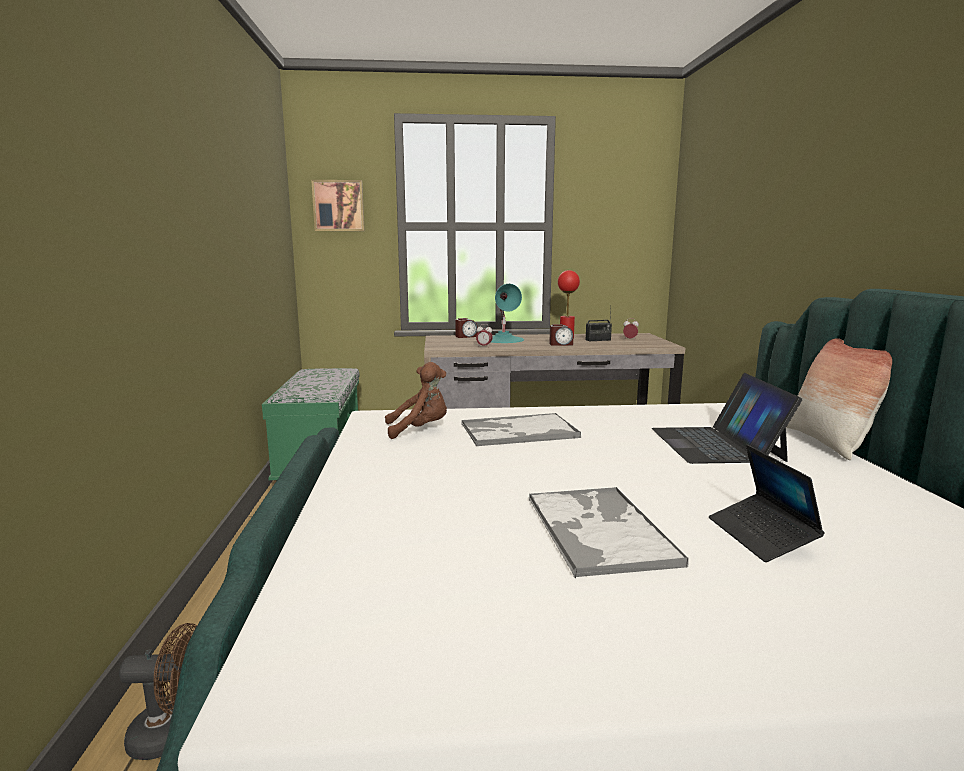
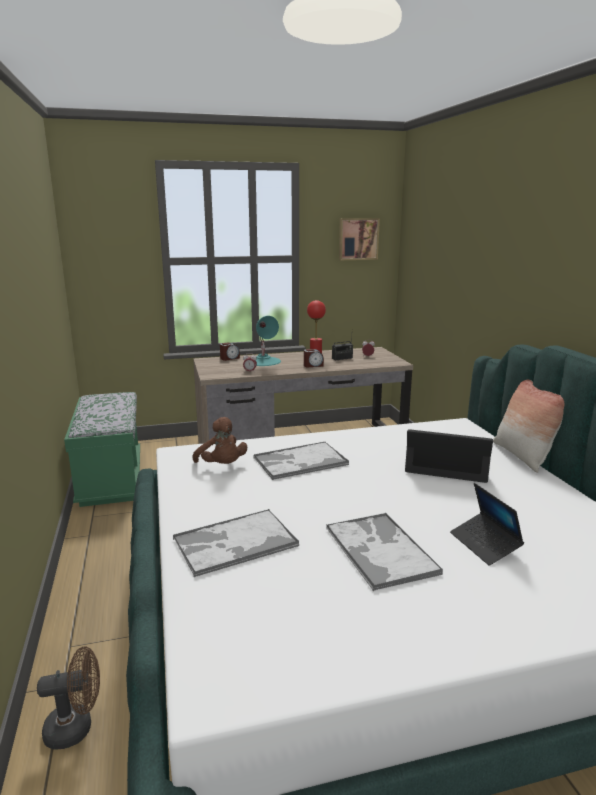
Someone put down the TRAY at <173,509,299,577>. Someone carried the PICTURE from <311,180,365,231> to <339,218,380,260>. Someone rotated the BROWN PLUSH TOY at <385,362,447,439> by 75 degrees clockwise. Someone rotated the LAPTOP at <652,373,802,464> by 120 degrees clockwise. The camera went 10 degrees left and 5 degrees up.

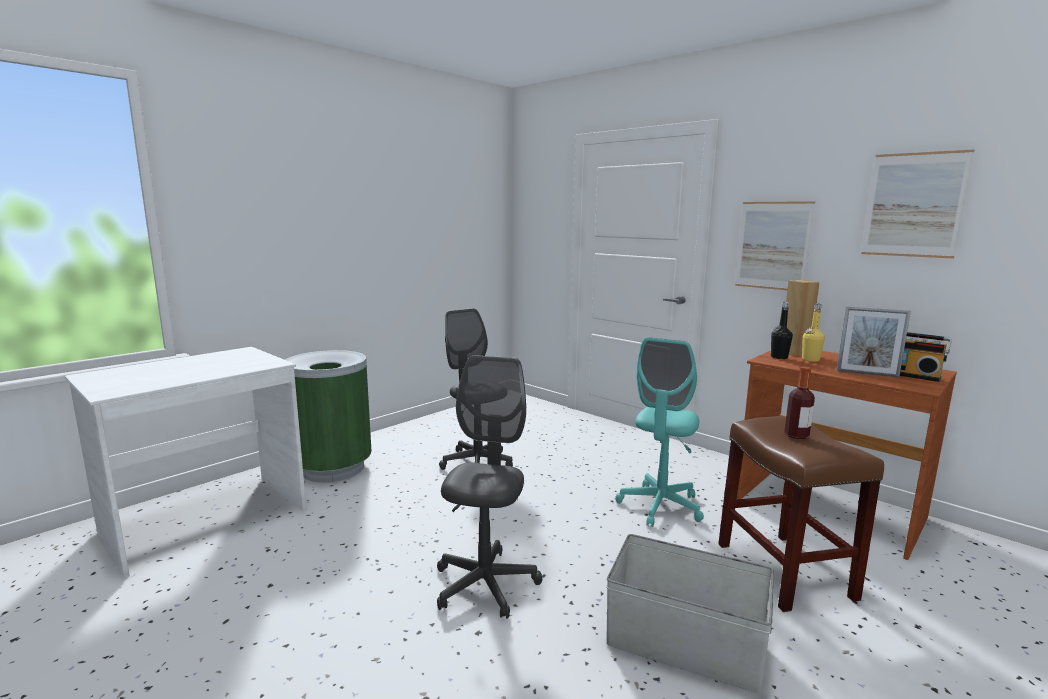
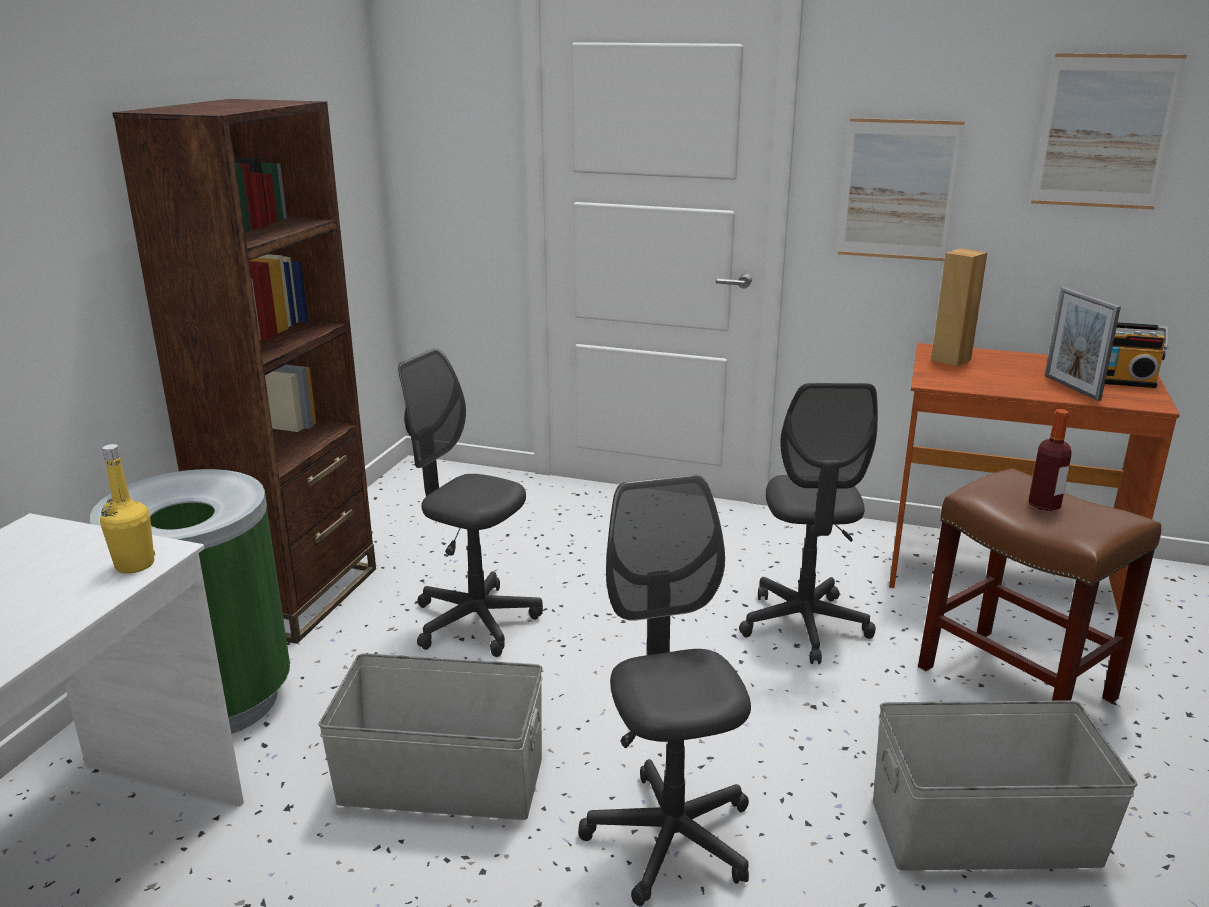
Someone took away the BLACK BOTTLE at <771,302,793,359>. Someone put down the BROWN BOOKCASE at <112,99,376,644>. Someone put down the GREY STORAGE BOX at <318,653,542,820>. Someone carried the YELLOW BOTTLE from <802,304,825,362> to <100,444,155,573>. Someone repainted the TURQUOISE OFFICE CHAIR at <616,337,704,527>, which became the GREY OFFICE CHAIR at <739,383,878,664>. Someone rotated the PICTURE FRAME at <837,307,911,378> by 75 degrees clockwise. The camera went 25 degrees left and 10 degrees up.

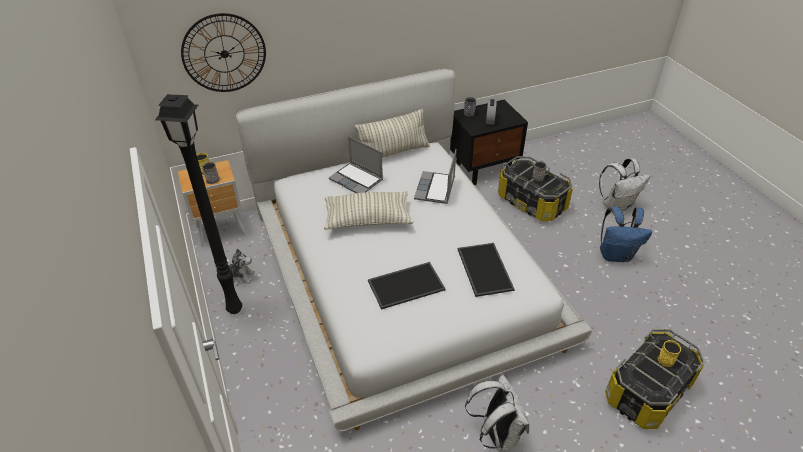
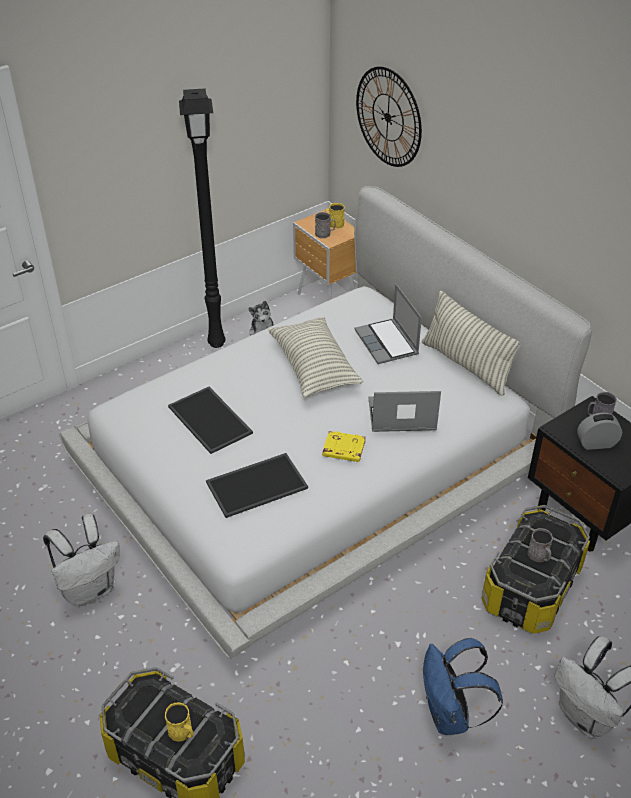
Someone put down the YELLOW BOOK at <322,431,366,462>. Someone rotated the LAPTOP at <329,136,383,193> by 45 degrees counterclockwise. The camera went 75 degrees right and 0 degrees up.

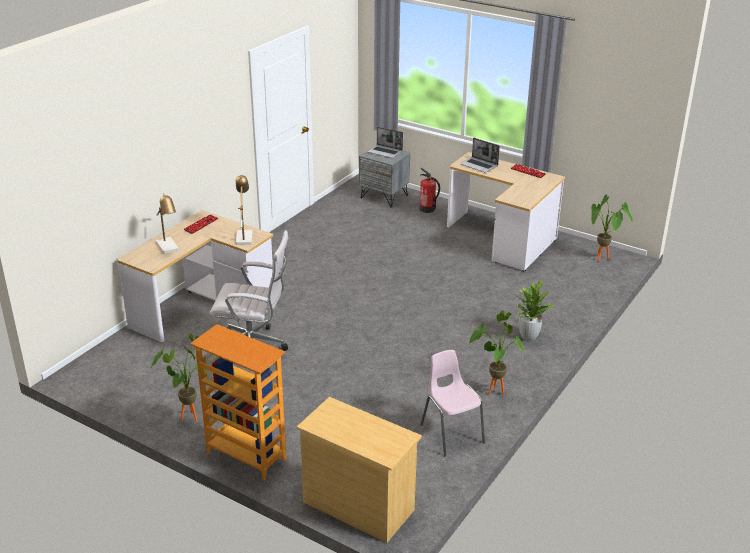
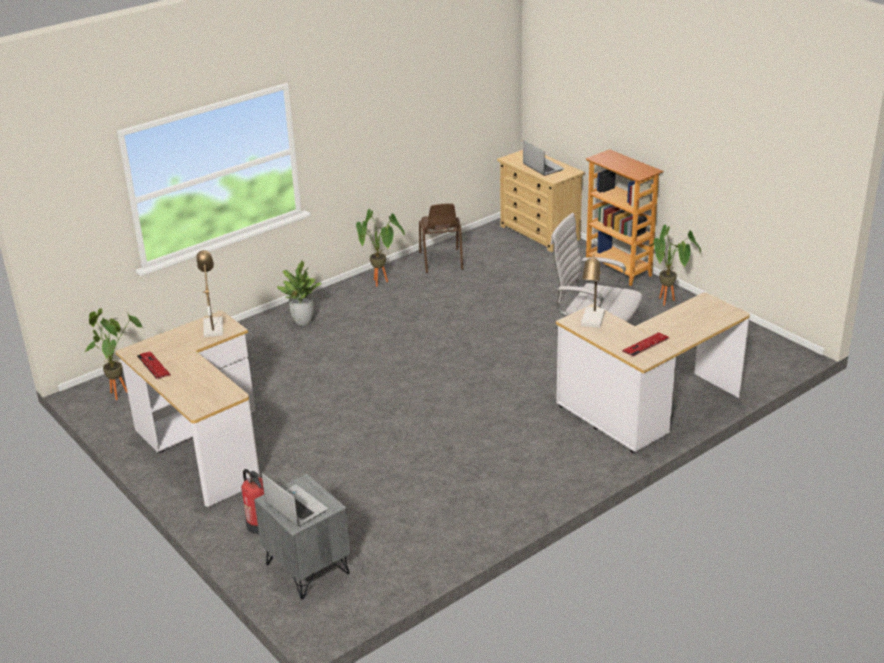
Someone carried the TABLE LAMP from <156,193,179,254> to <196,250,223,338>. Someone carried the LAPTOP from <460,138,500,173> to <523,141,564,176>. Someone repainted the PINK CHAIR at <420,350,485,456>, which became the BROWN CHAIR at <419,203,463,273>. The camera went 160 degrees left and 0 degrees up.

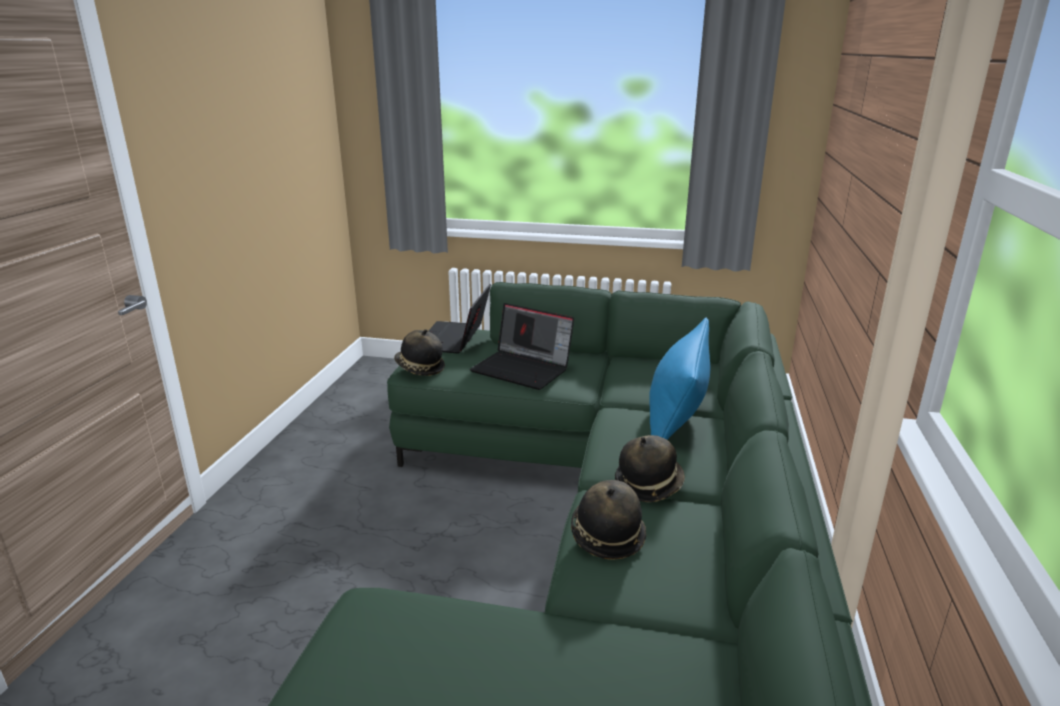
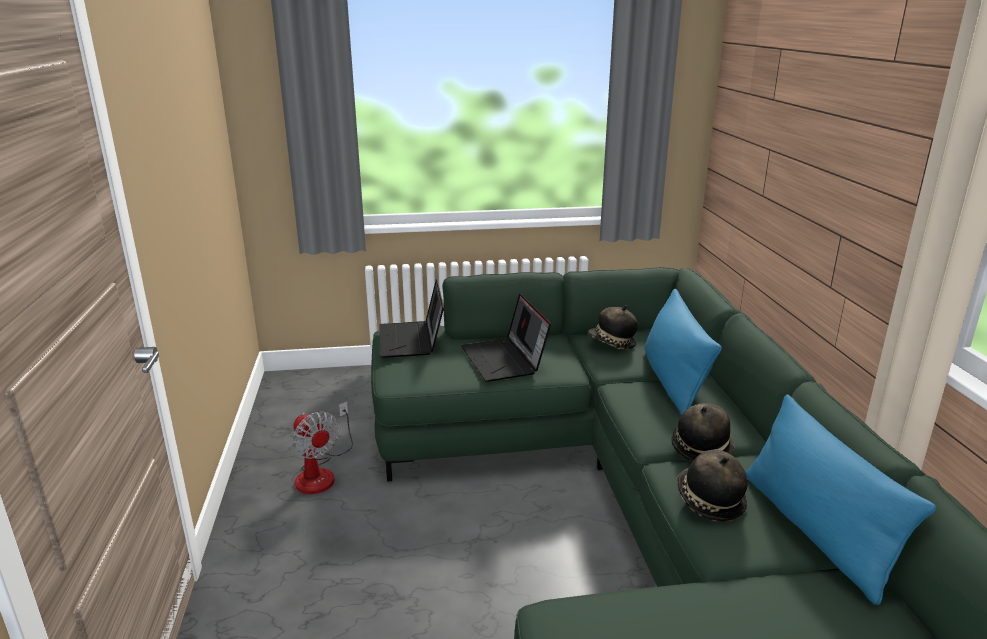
Someone put down the FAN at <292,402,353,494>. Someone put down the BLUE PILLOW at <746,394,936,605>. Someone carried the HAT from <394,329,445,376> to <588,305,638,349>. Someone rotated the LAPTOP at <470,303,574,390> by 60 degrees clockwise. The camera went 20 degrees left and 0 degrees up.

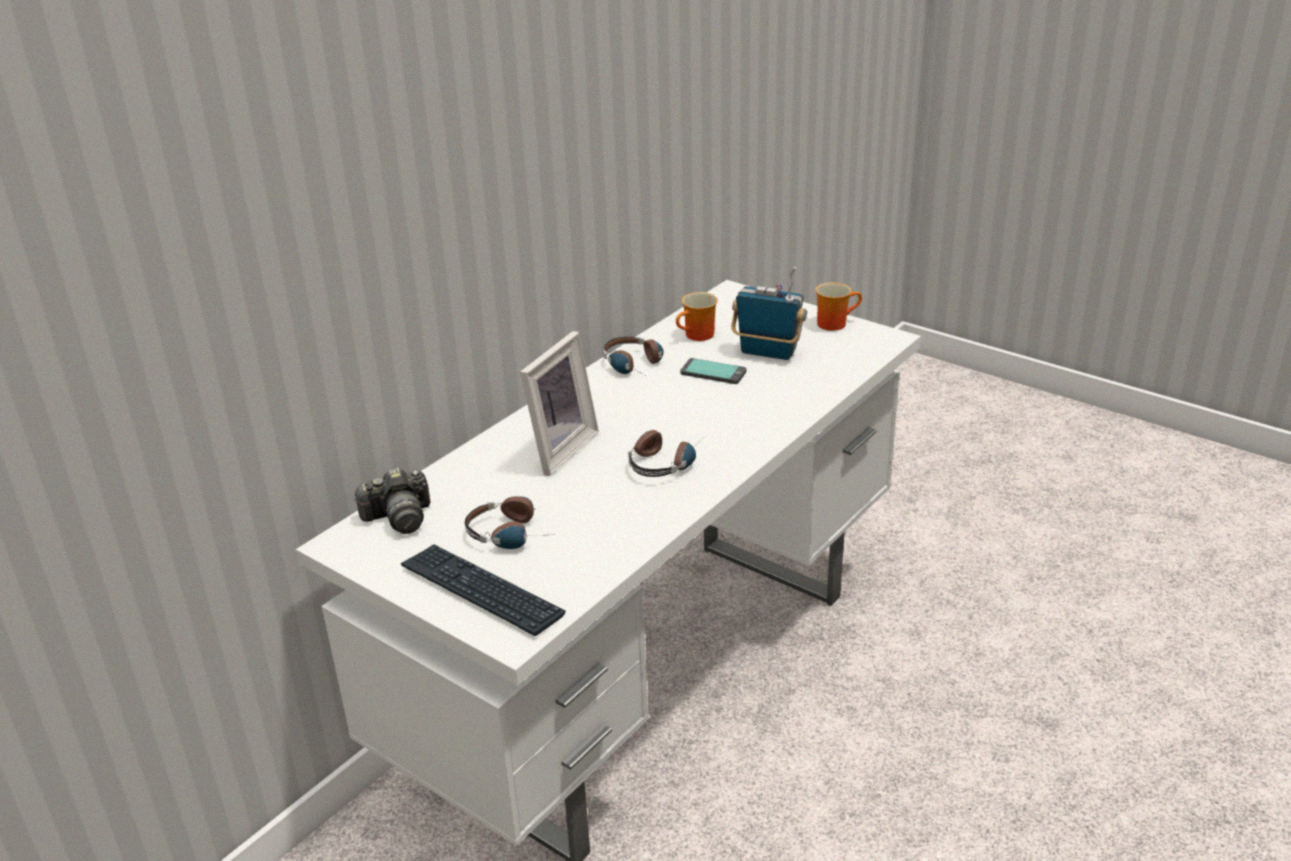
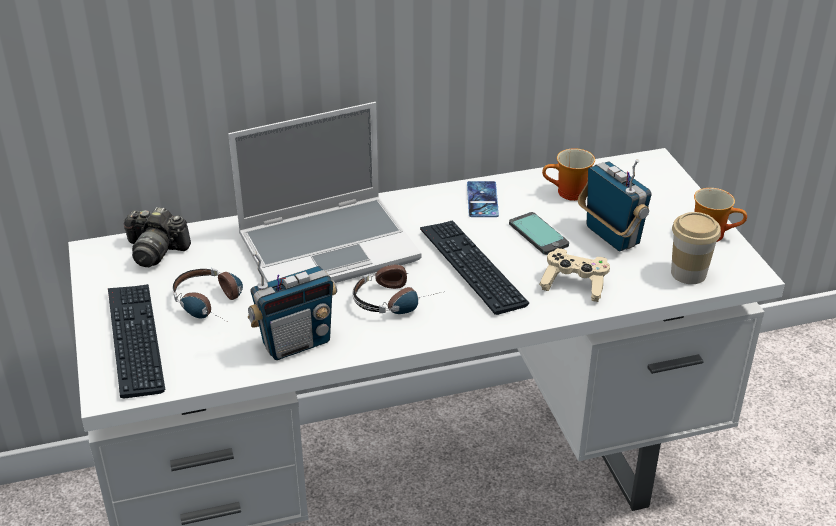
Someone put down the RADIO at <248,252,337,360>. Someone put down the KEYBOARD at <420,220,529,315>. Someone put down the BEIGE GAME CONTROLLER at <539,248,610,302>. Someone put down the CUP at <671,212,721,284>. Someone swapped the PICTURE FRAME at <520,331,599,476> for the LAPTOP at <228,102,421,283>. Someone swapped the HEADPHONES at <604,337,664,377> for the PHONE at <467,181,499,217>. The camera went 35 degrees right and 5 degrees up.

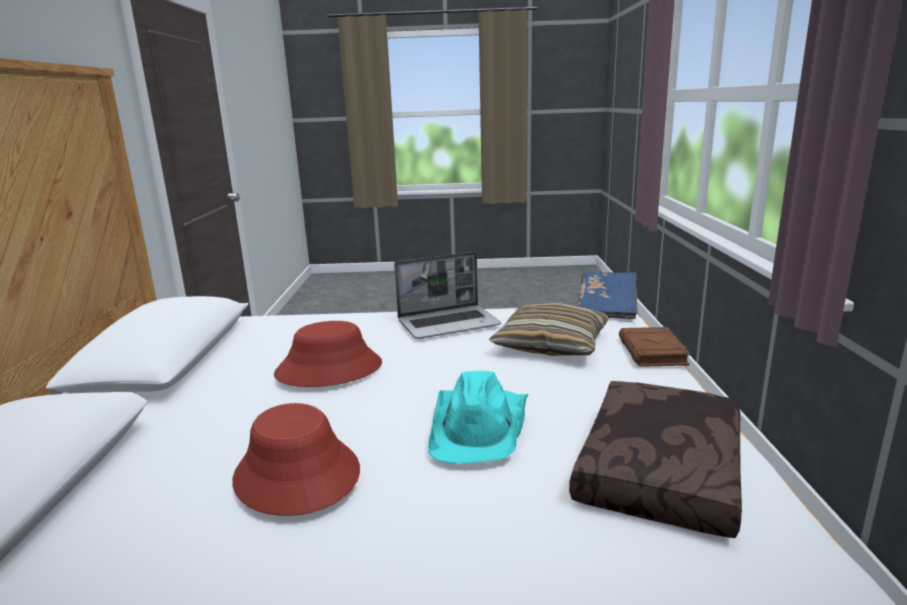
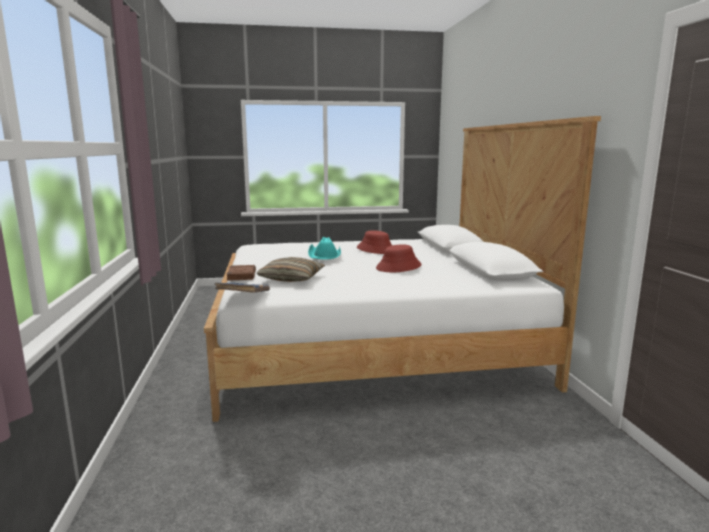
Someone took away the LAPTOP at <394,252,501,339>. Someone took away the BROWN PILLOW at <569,381,742,538>. The camera went 170 degrees right and 5 degrees down.

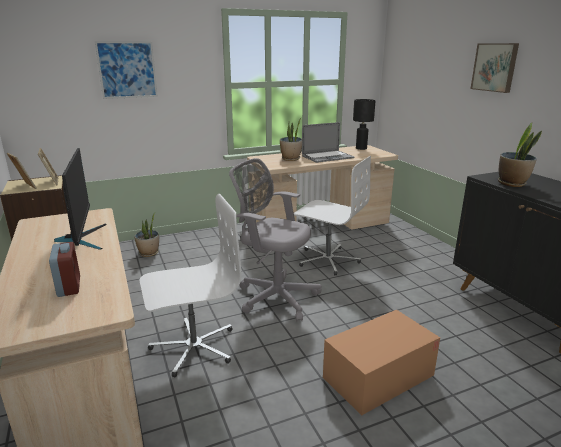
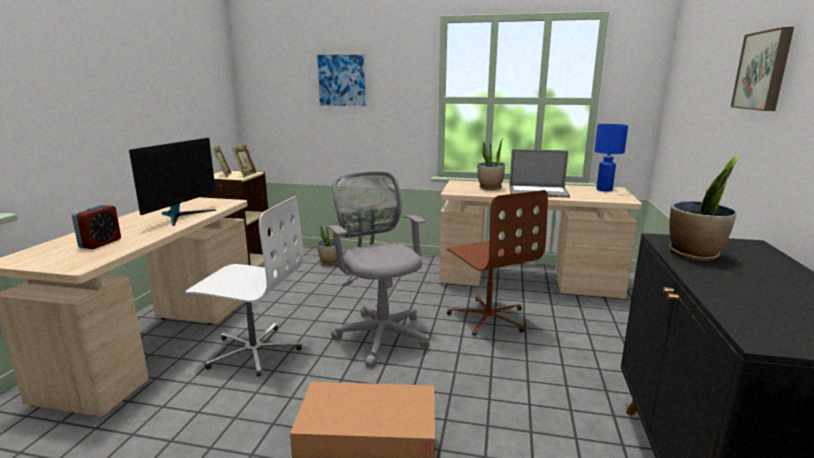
Someone repainted the WHITE OFFICE CHAIR at <294,156,371,275>, which became the BROWN OFFICE CHAIR at <446,190,548,336>. Someone repainted the BLACK TABLE LAMP at <353,99,376,150>, which became the BLUE TABLE LAMP at <594,124,628,192>. The camera went 35 degrees right and 5 degrees down.

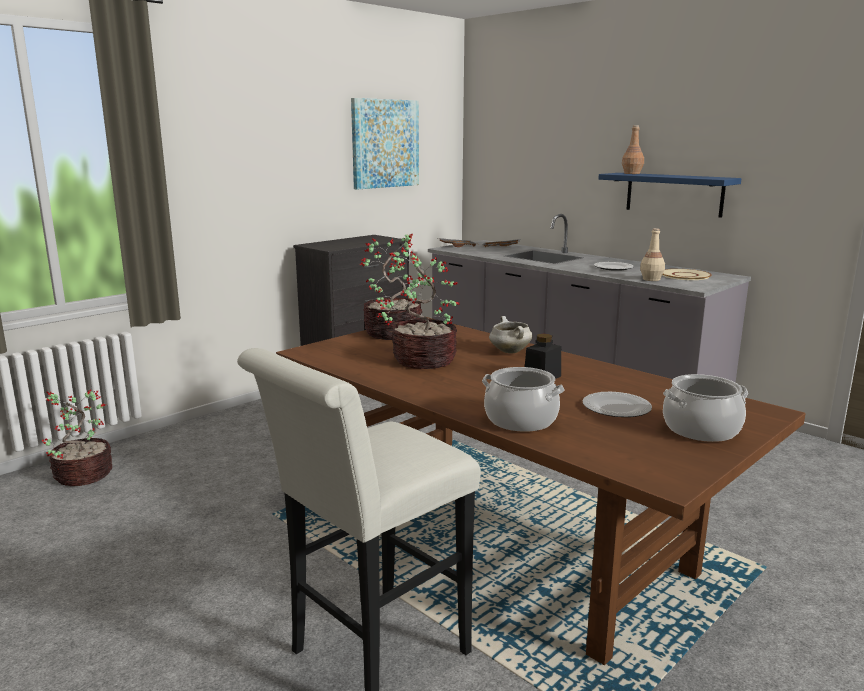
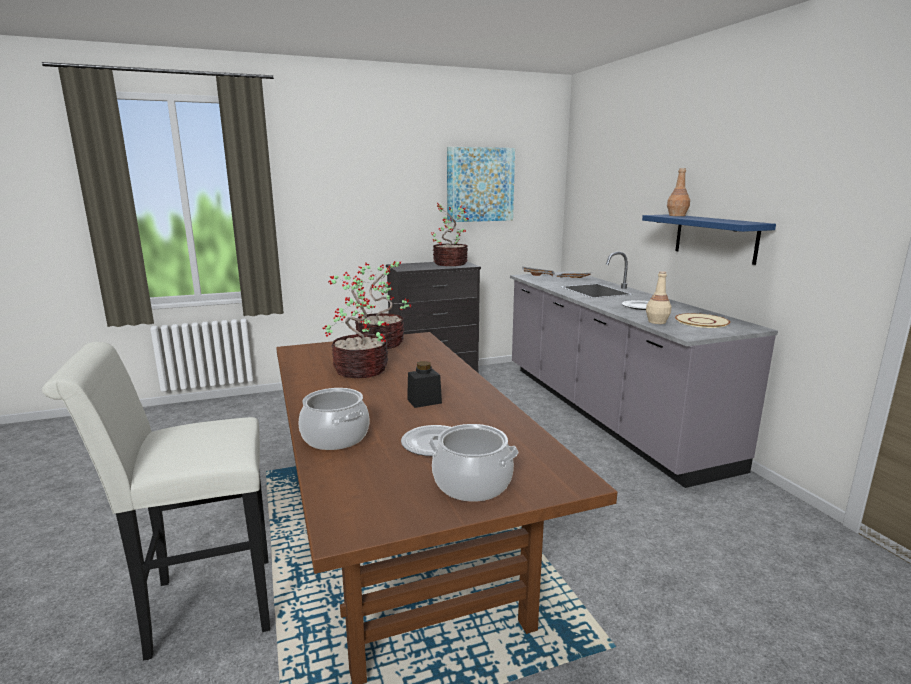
Someone took away the WHITE COOKING POT at <489,316,532,354>. Someone carried the POTTED PLANT from <42,390,112,486> to <431,203,469,266>. The camera went 25 degrees right and 0 degrees up.

